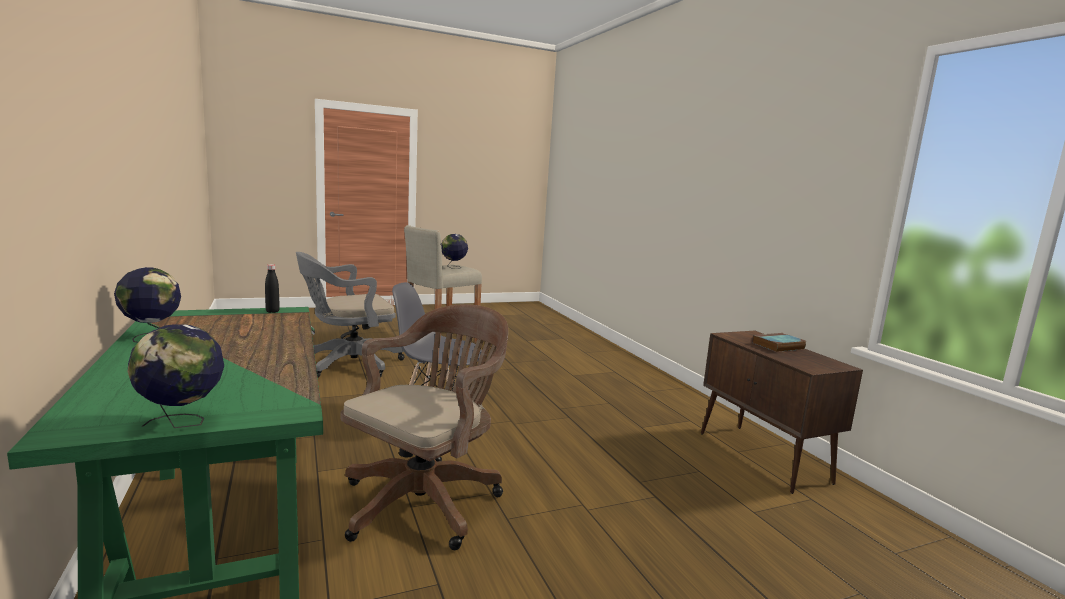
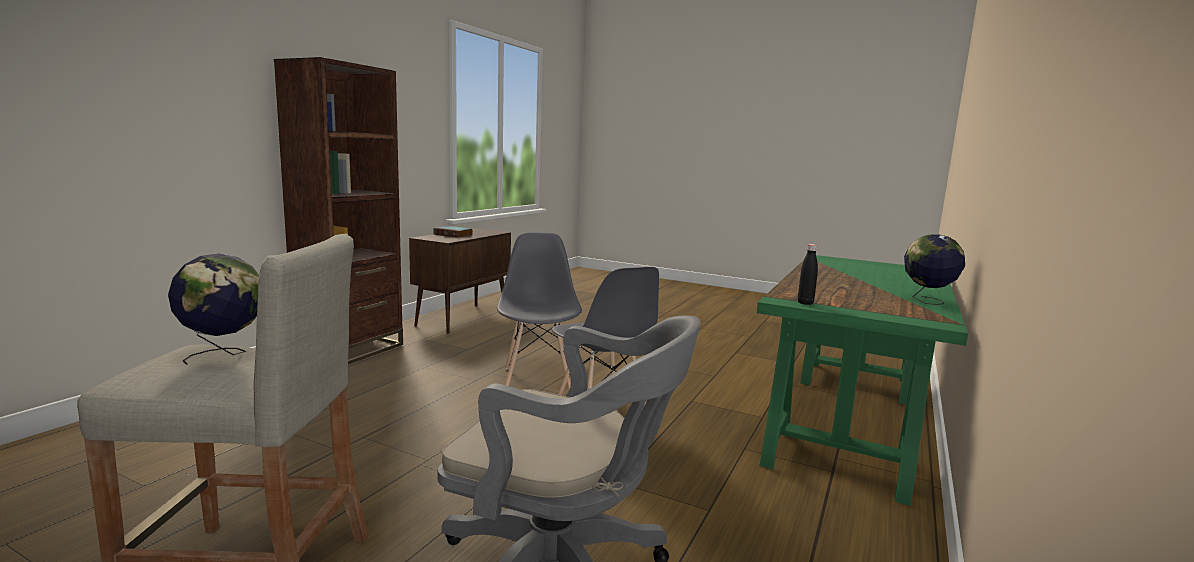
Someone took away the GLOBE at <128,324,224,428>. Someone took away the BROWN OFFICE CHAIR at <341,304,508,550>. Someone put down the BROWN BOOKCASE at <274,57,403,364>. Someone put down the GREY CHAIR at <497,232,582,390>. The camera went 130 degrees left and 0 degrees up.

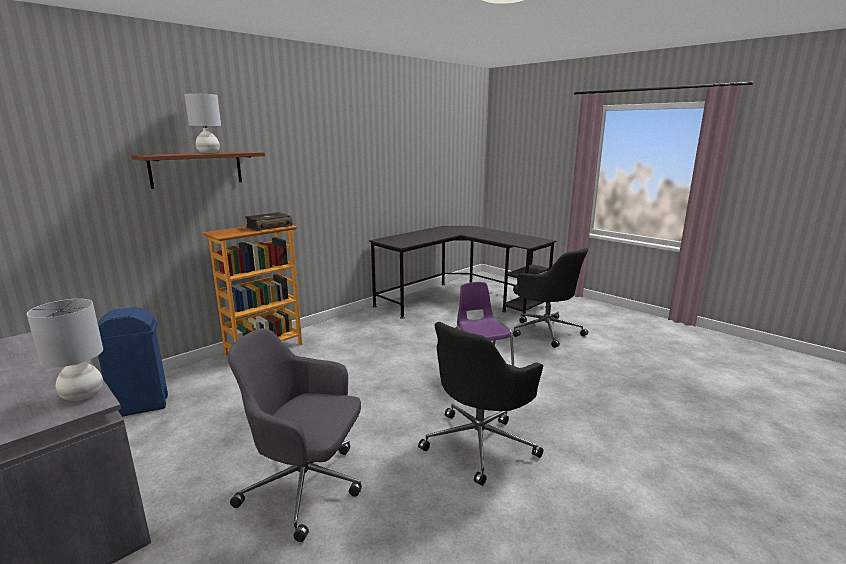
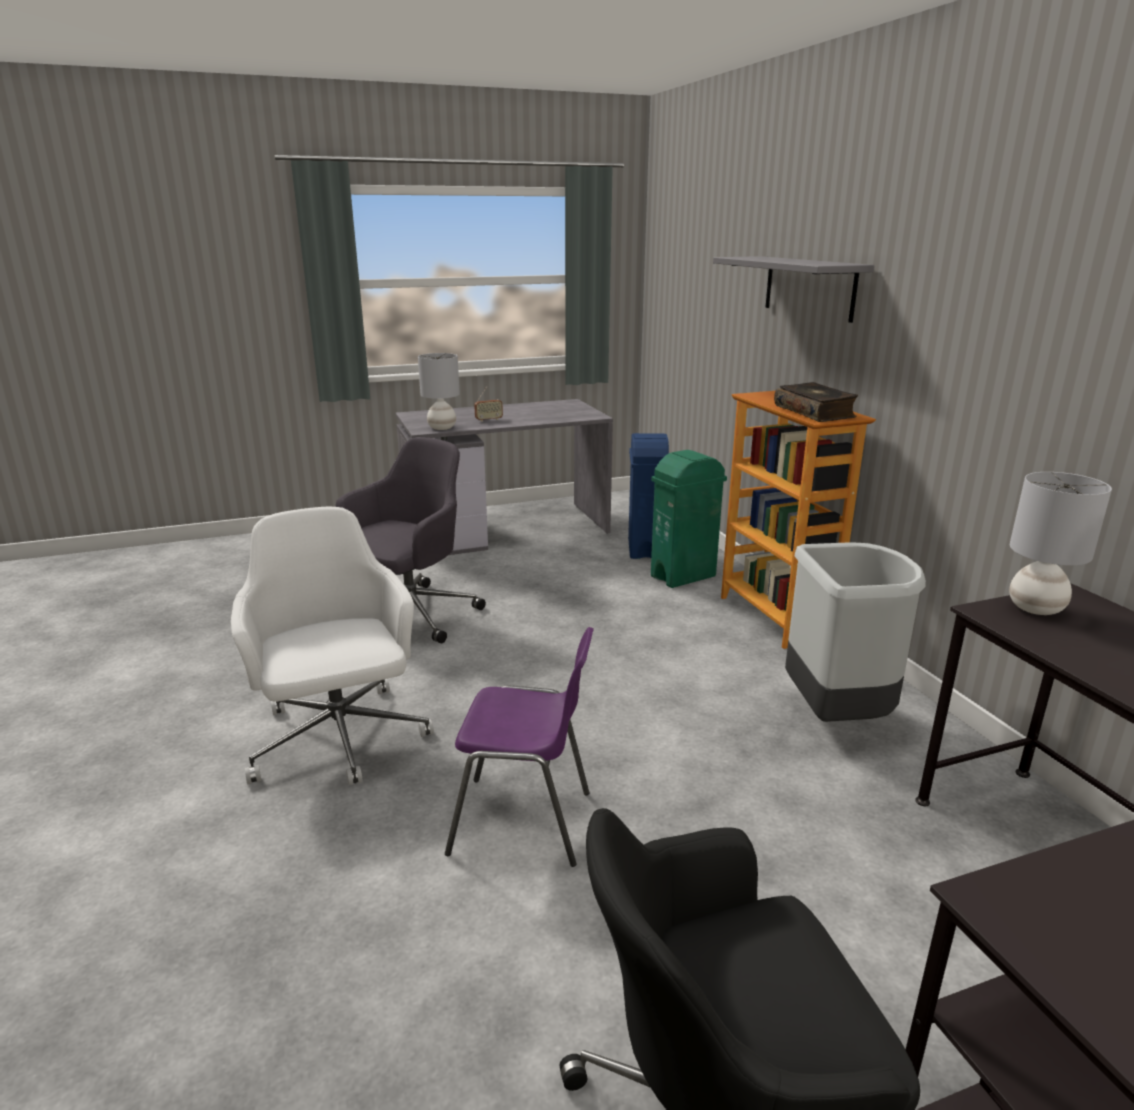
Someone put down the RADIO at <474,386,503,422>. Someone put down the GREEN TRASH CAN at <651,450,727,588>. Someone put down the GREY TRASH CAN at <785,543,926,722>. Someone carried the GREY TABLE LAMP from <184,94,221,153> to <1009,472,1112,615>. Someone repainted the BROWN SHELF at <131,151,265,189>, which became the GREY SHELF at <713,256,874,323>. Someone repainted the BLACK OFFICE CHAIR at <418,322,543,486>, which became the WHITE OFFICE CHAIR at <231,507,434,785>. The camera went 115 degrees right and 5 degrees up.

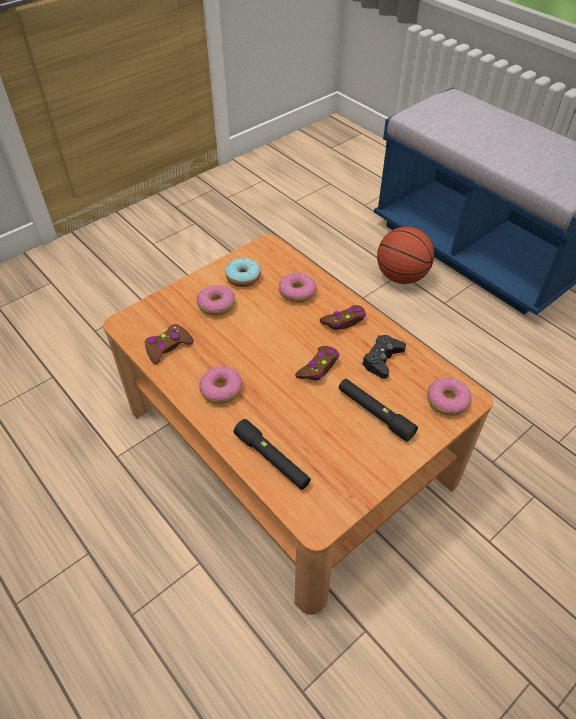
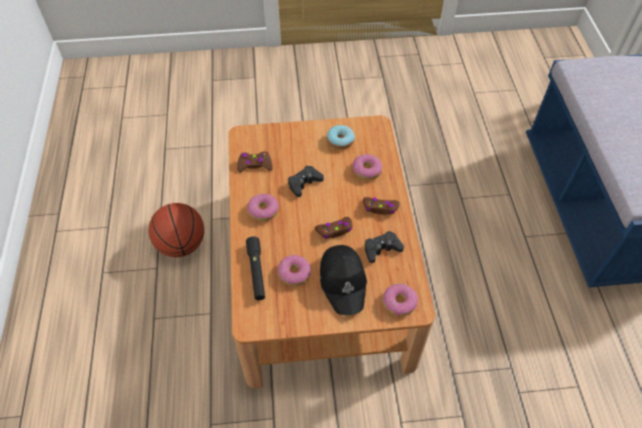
Someone put down the BLACK GAME CONTROLLER at <288,165,324,197>. Someone carried the DONUT from <197,285,235,316> to <278,255,311,286>. Someone carried the BASKETBALL from <377,227,434,284> to <148,203,204,257>. Someone swapped the BLACK FLASHLIGHT at <339,379,418,442> for the BLACK CAP at <320,245,367,315>. The camera went 35 degrees right and 5 degrees up.

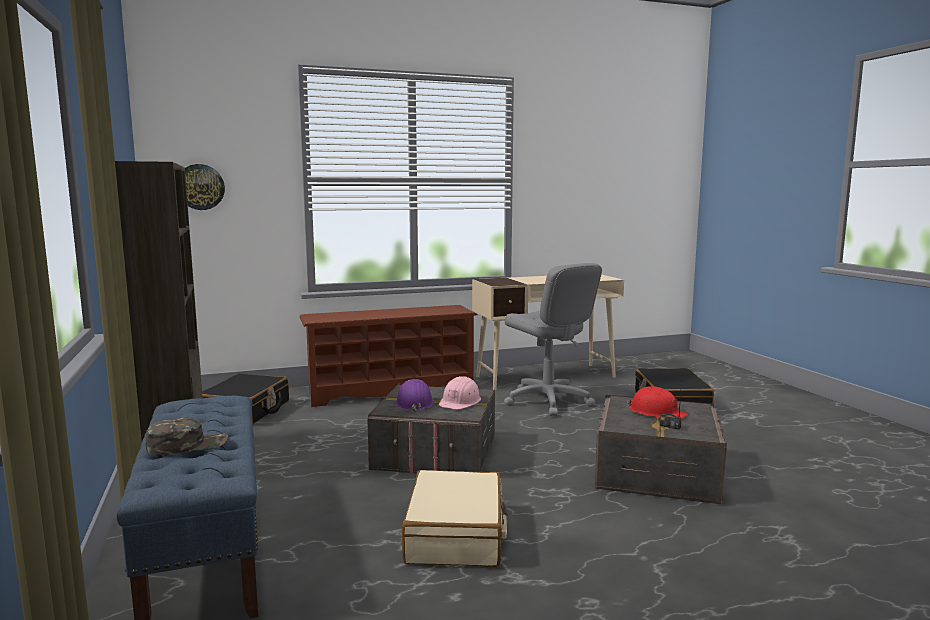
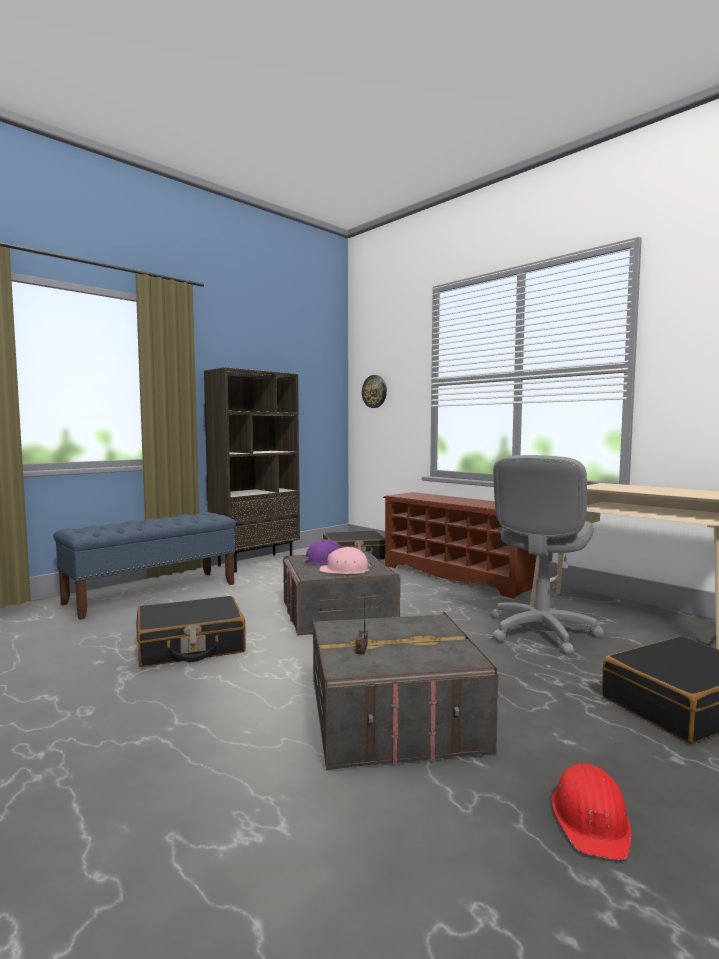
Someone took away the GREEN CAP at <145,417,228,455>. Someone carried the RED HARD HAT from <627,386,687,419> to <552,763,631,860>. Someone repainted the BEIGE SUITCASE at <402,470,508,567>, which became the BLACK SUITCASE at <137,596,246,667>. The camera went 65 degrees right and 5 degrees down.

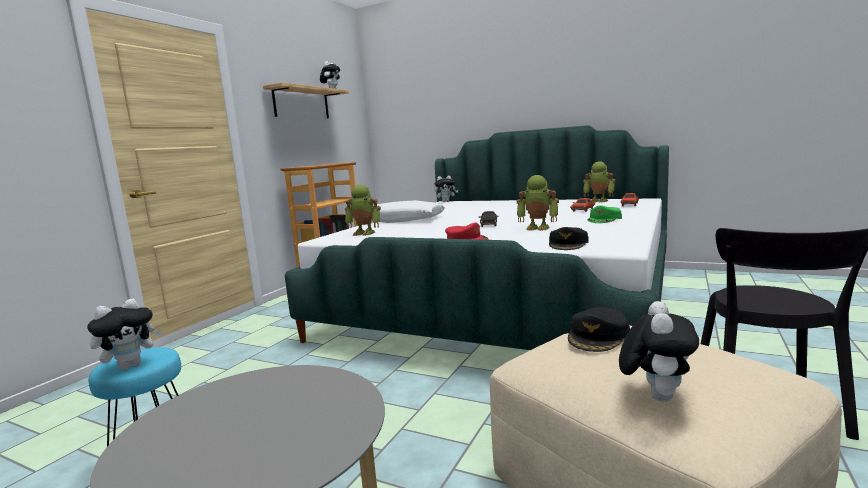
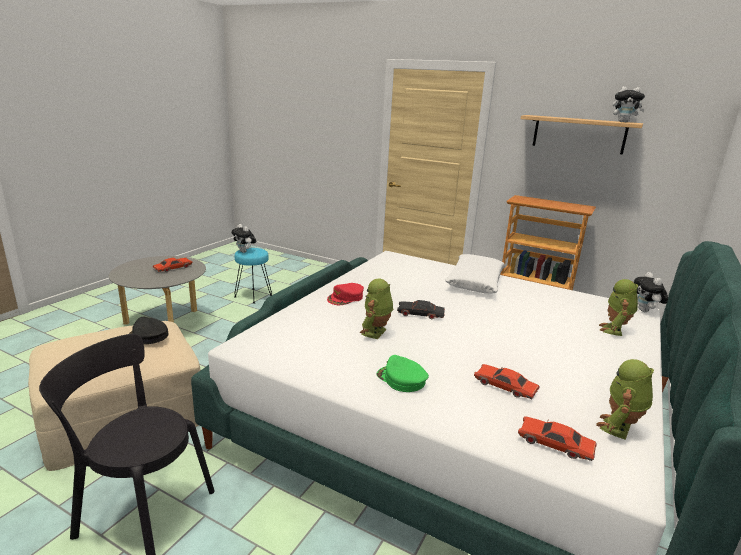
Someone took away the BLACK CAP at <549,227,589,250>. Someone took away the PLUSH TOY at <619,301,699,402>. Someone put down the RED TOY CAR at <152,257,193,272>. Someone carried the TOY ROBOT from <345,185,381,236> to <599,279,638,336>. The camera went 90 degrees right and 10 degrees up.

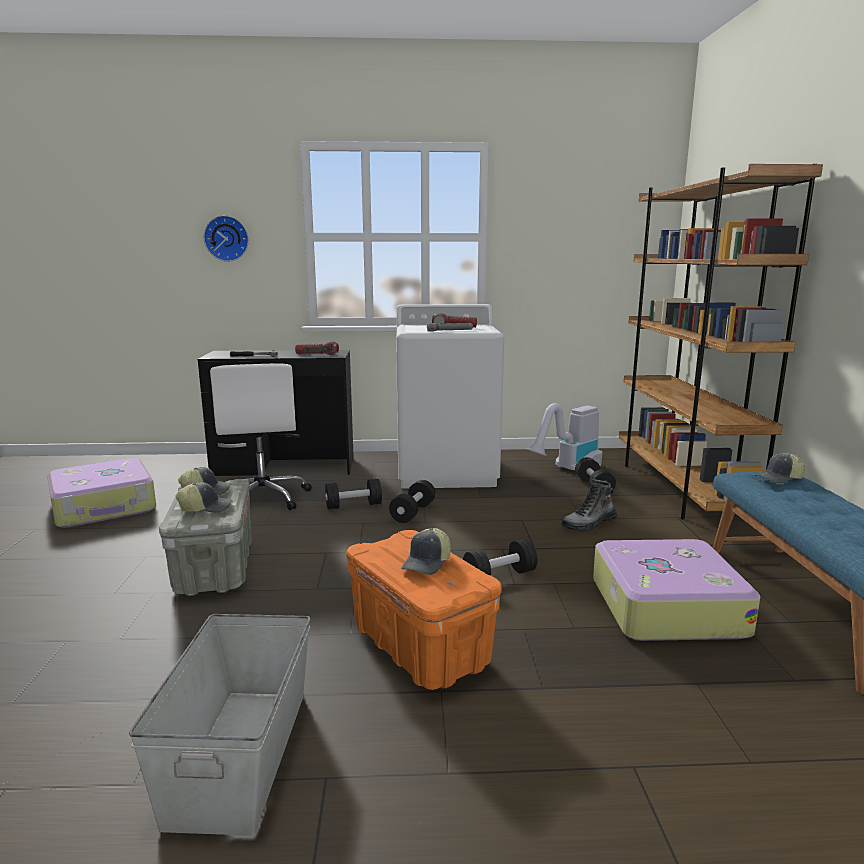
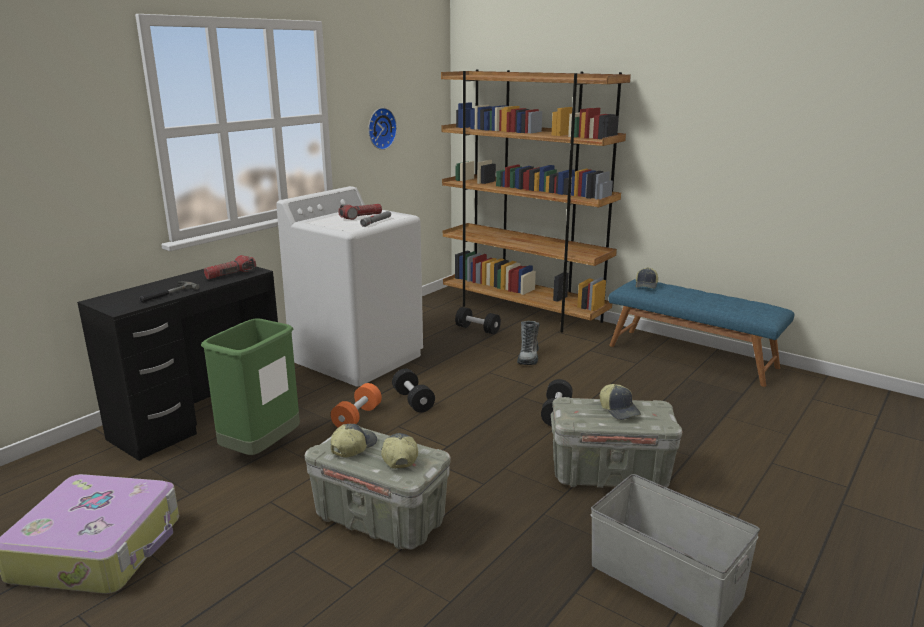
Someone took away the VACUUM CLEANER at <526,403,602,470>. Someone took away the SUITCASE at <593,539,760,641>. Someone carried the WALL CLOCK from <204,215,249,262> to <368,108,397,150>. Someone swapped the WHITE OFFICE CHAIR at <210,363,312,510> for the GREEN TRASH CAN at <201,319,300,455>. Someone repainted the BLACK DUMBBELL at <325,479,382,510>, which became the ORANGE DUMBBELL at <331,383,382,428>. Someone repainted the ORANGE STORAGE BOX at <346,530,502,690>, which became the GREY STORAGE BOX at <551,397,682,488>. Someone rotated the CAP at <176,482,233,513> by 45 degrees counterclockwise. The camera went 50 degrees left and 5 degrees up.

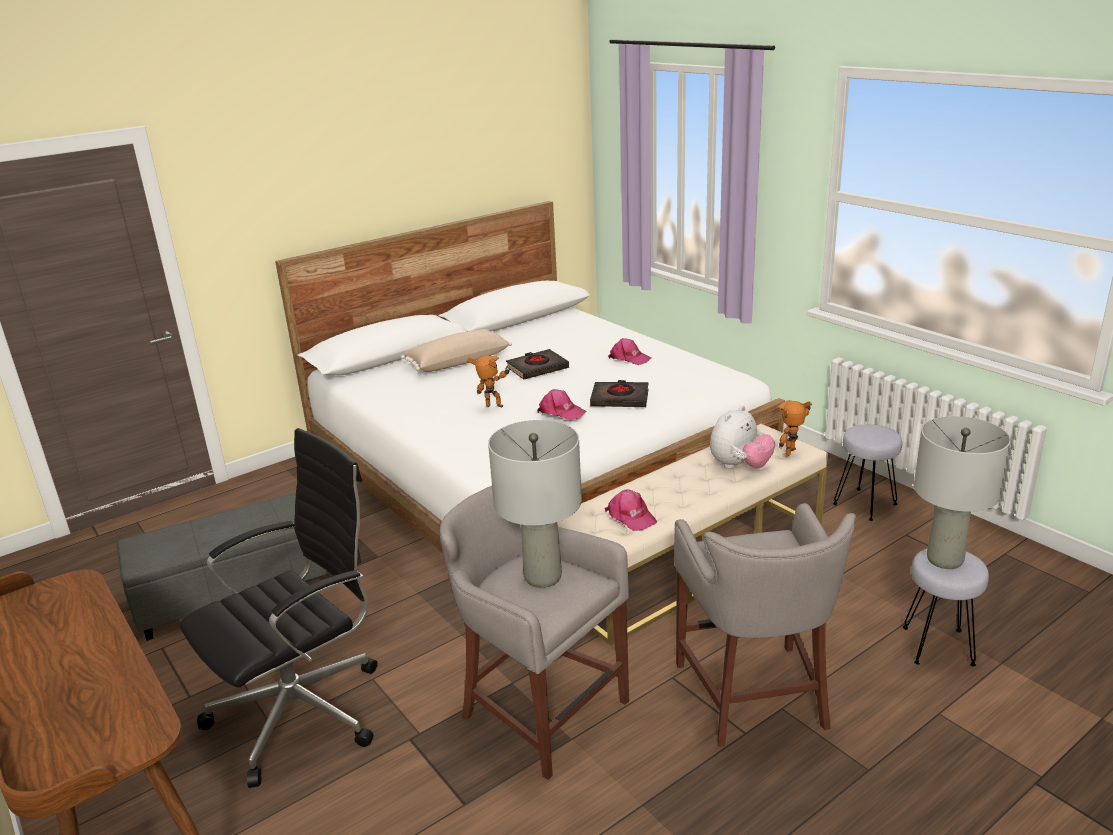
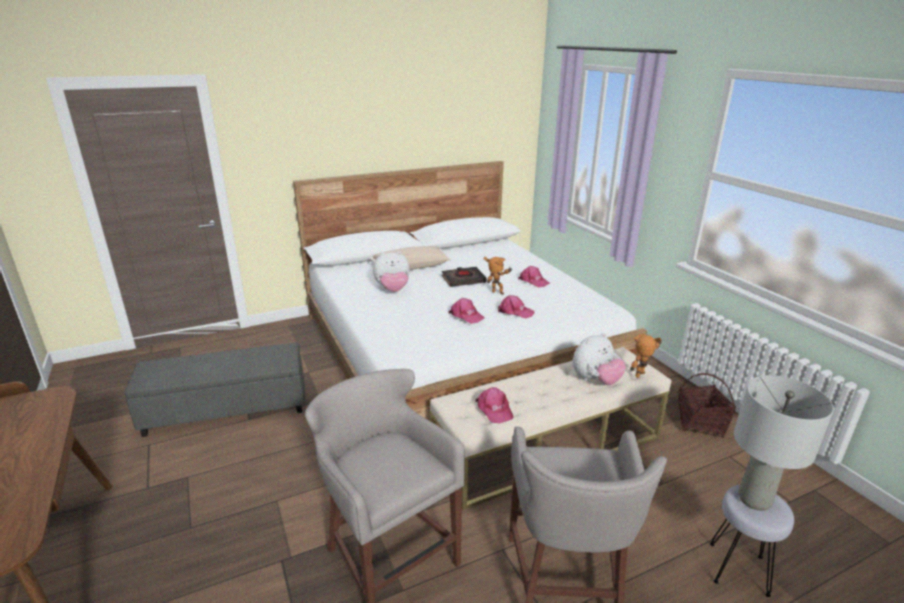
Someone took away the BLACK OFFICE CHAIR at <180,428,378,788>. Someone took away the GREY TABLE LAMP at <488,420,582,588>. Someone put down the PLUSH TOY at <373,251,410,292>. Someone carried the TOY ROBOT from <467,356,511,407> to <483,257,513,294>. Someone swapped the BLACK BOOK at <590,380,649,407> for the PINK CAP at <498,295,535,318>. Someone swapped the GREY STOOL at <833,424,902,521> for the BASKET at <678,373,736,438>. The camera went 10 degrees right and 0 degrees up.

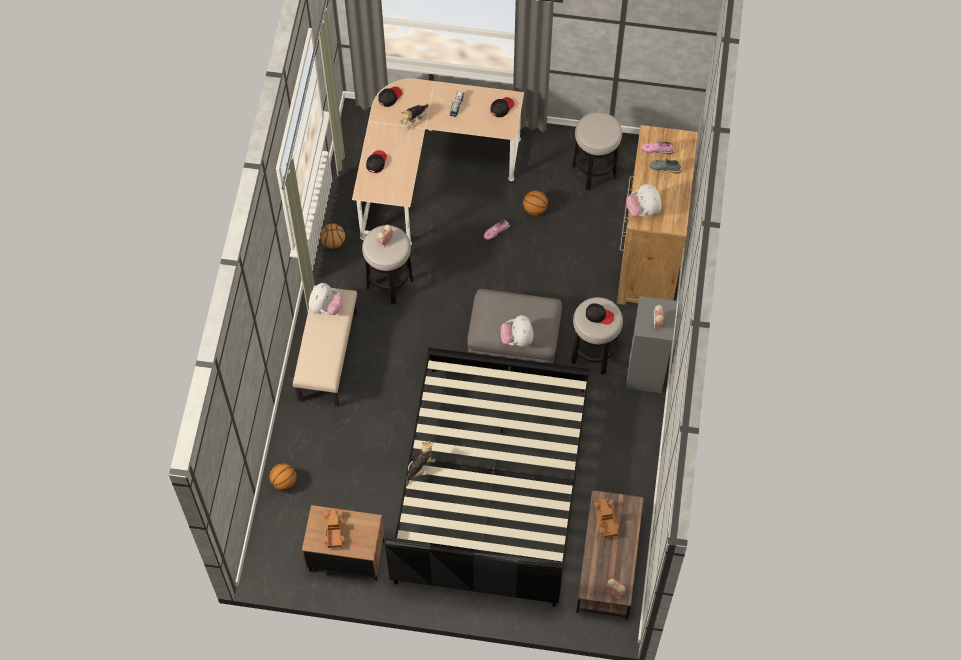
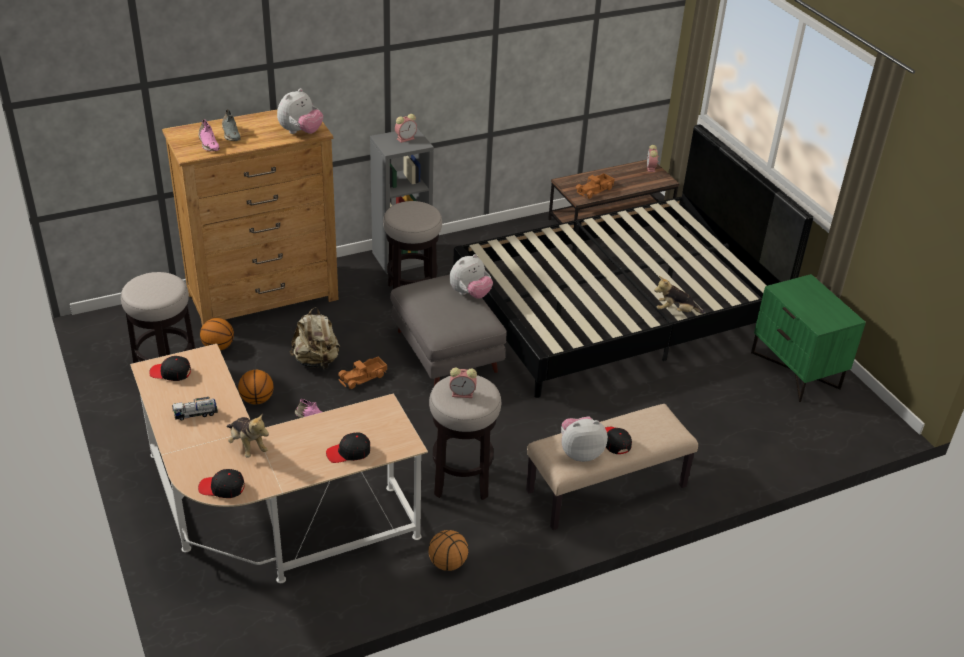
Someone put down the BEIGE BACKPACK at <290,307,340,369>. Someone carried the BASKETBALL from <270,463,297,491> to <200,318,234,351>. Someone carried the TOY TRUCK from <324,509,344,548> to <338,357,387,389>. Someone carried the BLACK CAP from <586,303,614,325> to <605,427,632,454>. Someone repainted the BROWN NIGHTSTAND at <302,505,384,581>, which became the GREEN NIGHTSTAND at <751,274,866,402>. Someone rotated the PLUSH TOY at <400,104,428,130> by 45 degrees clockwise. The camera went 125 degrees left and 25 degrees down.

